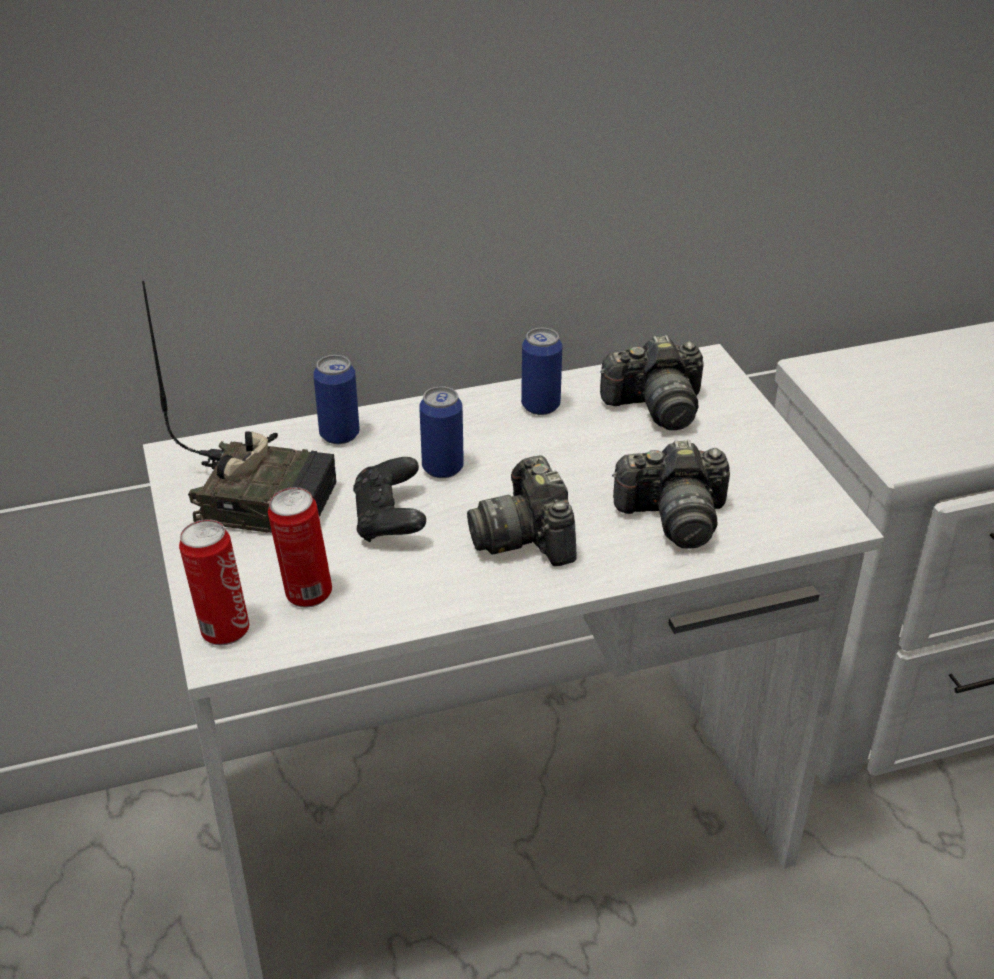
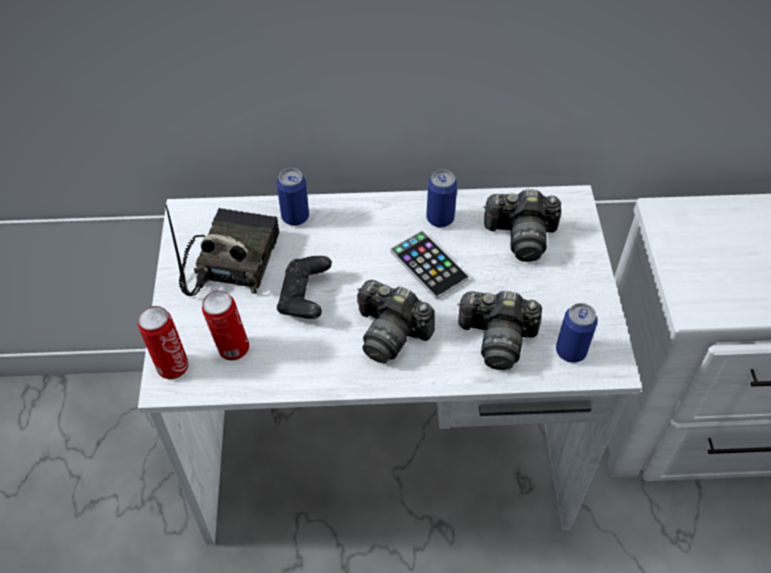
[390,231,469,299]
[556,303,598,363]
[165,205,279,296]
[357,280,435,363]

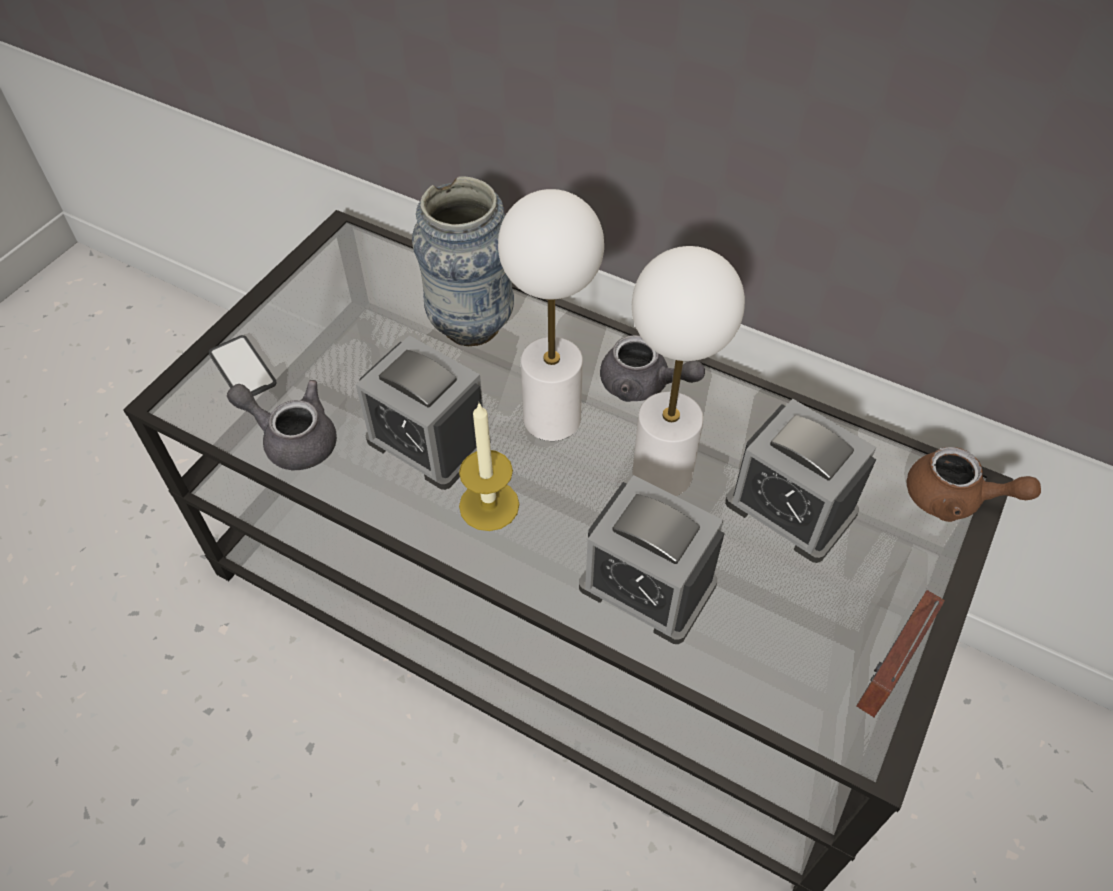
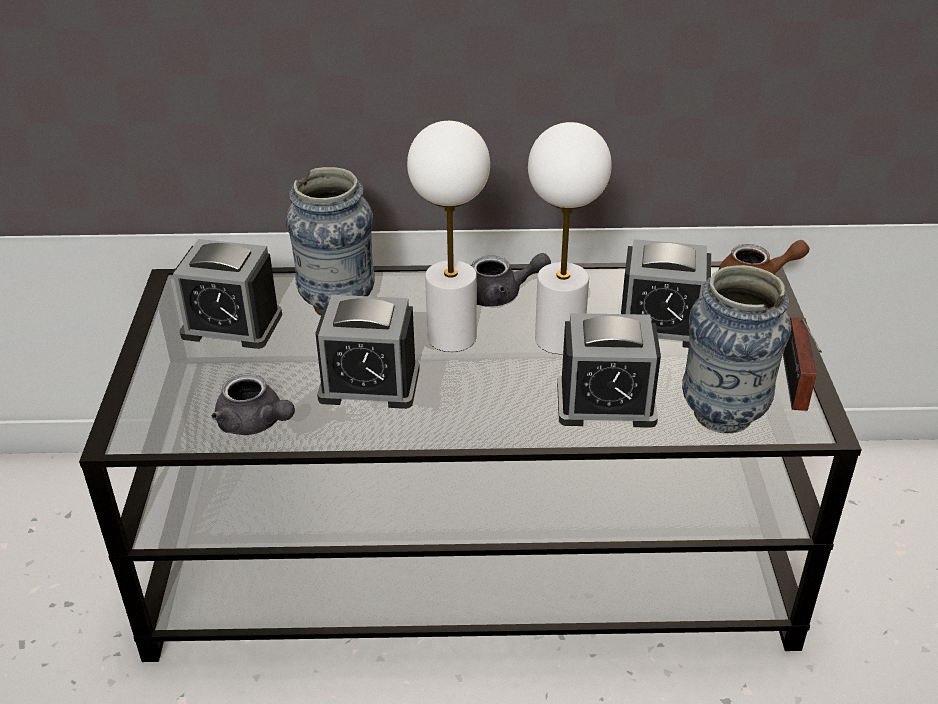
[209,335,277,396] (first image)
[459,403,519,531] (first image)
[173,239,282,349]
[682,265,791,433]
[212,374,295,435]

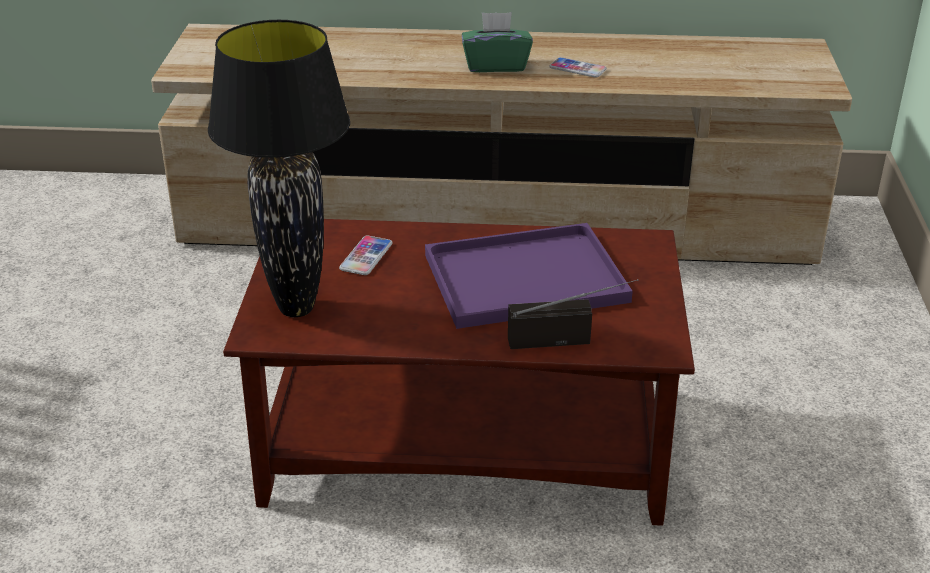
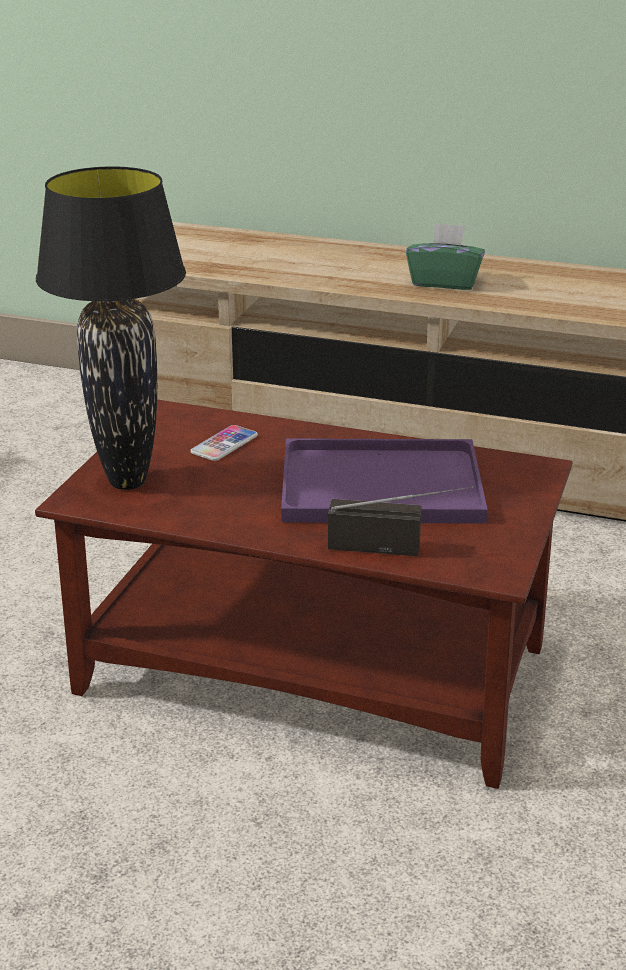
[549,57,607,78] (first image)

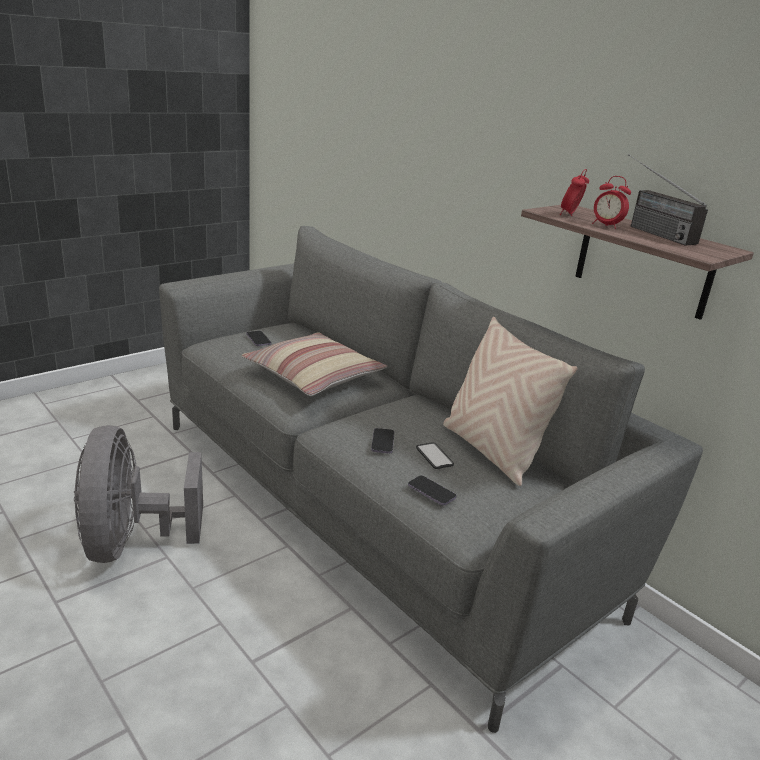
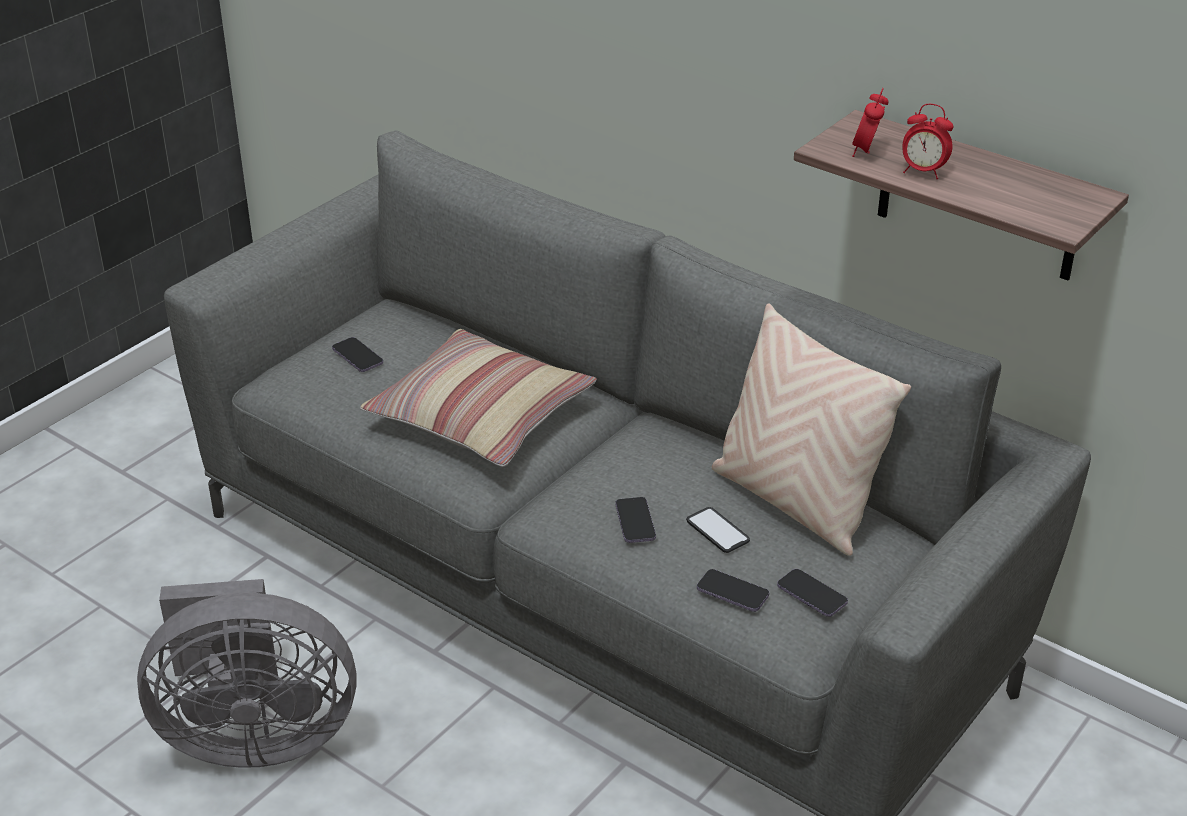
[628,154,708,246] (first image)
[777,569,848,617]
[137,579,356,768]

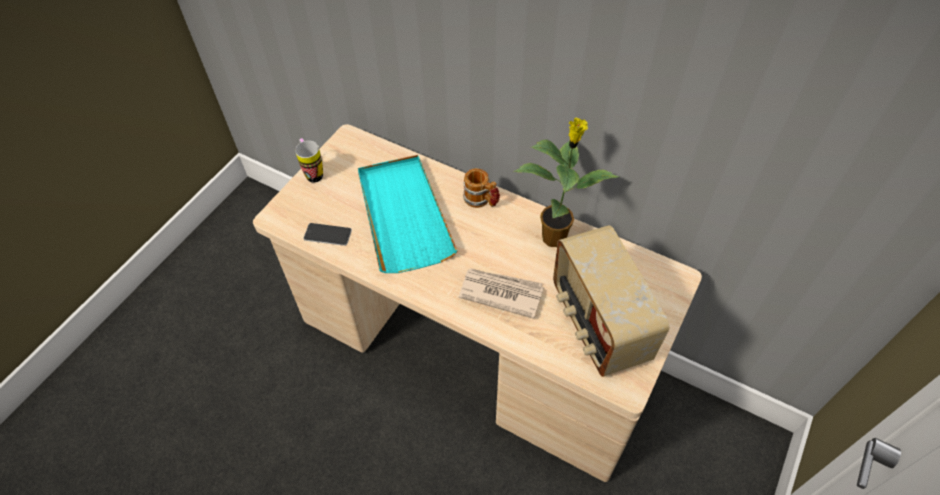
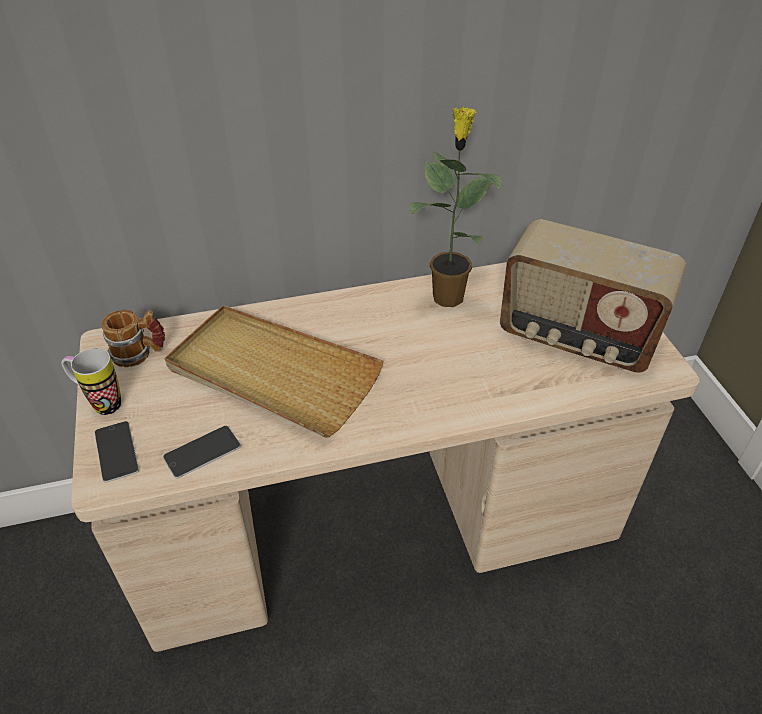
[459,268,544,319] (first image)
[95,421,139,483]
[101,310,165,367]
[165,305,383,438]

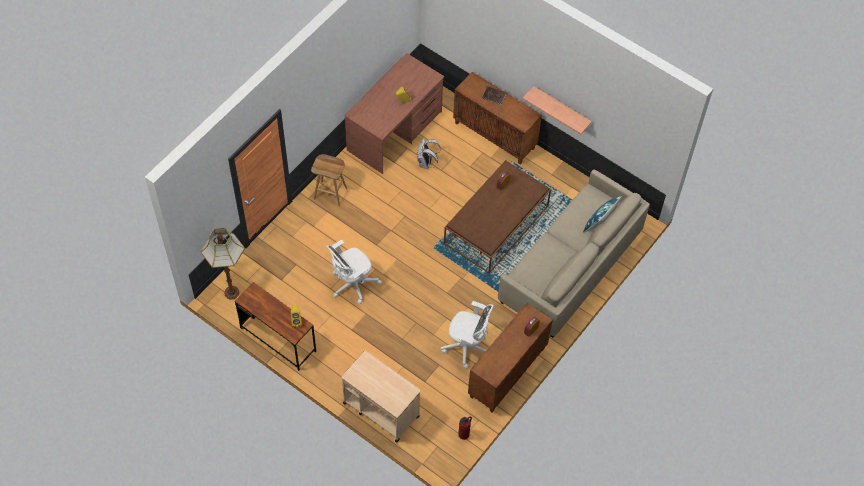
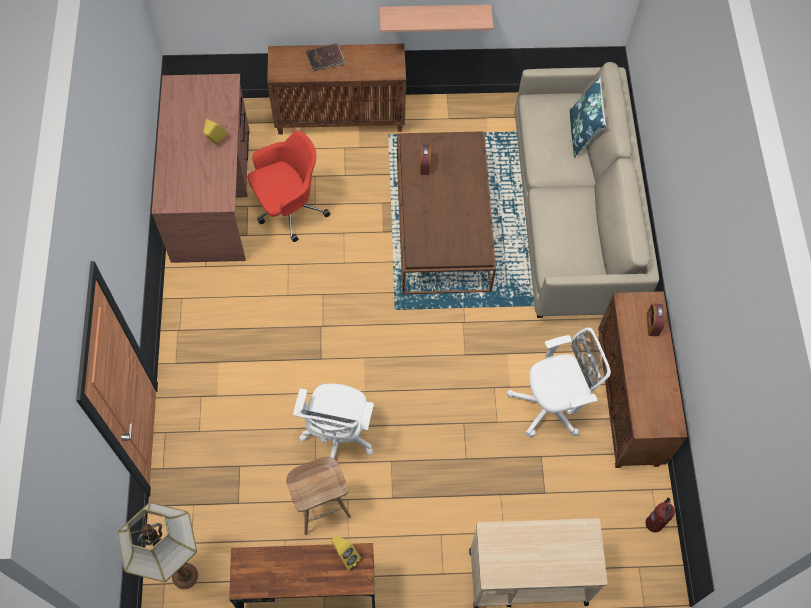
[286,457,351,535]
[248,131,330,242]

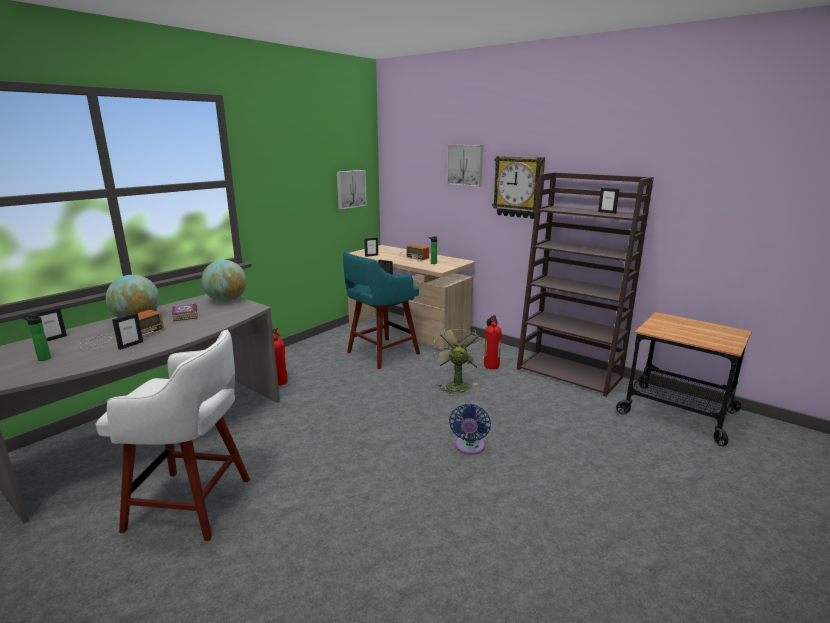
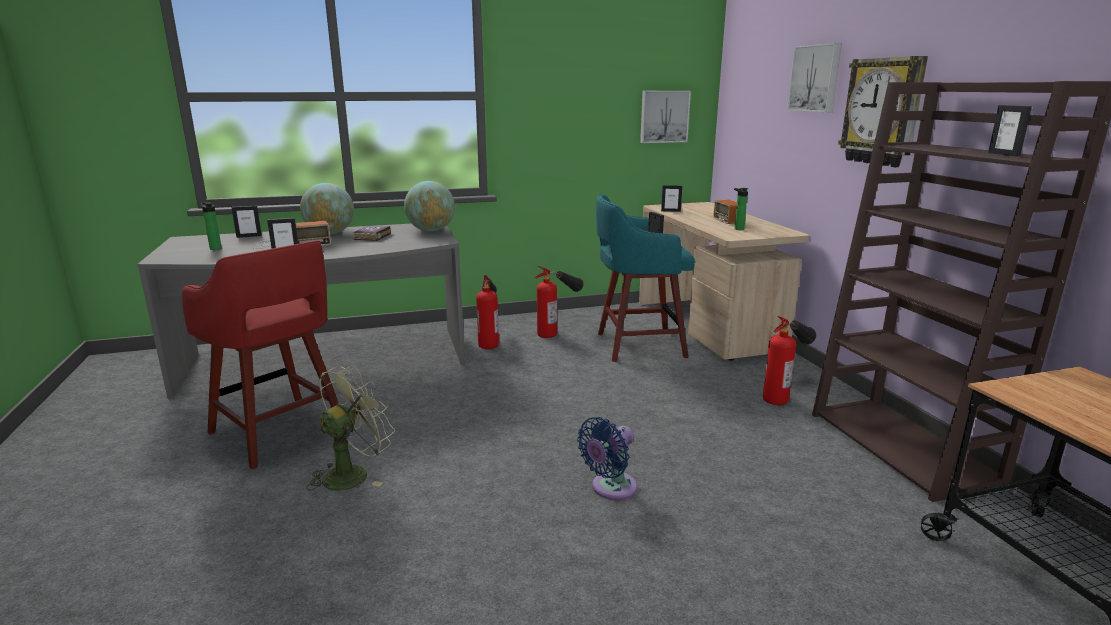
[535,266,583,338]
[306,365,395,491]
[182,241,339,469]

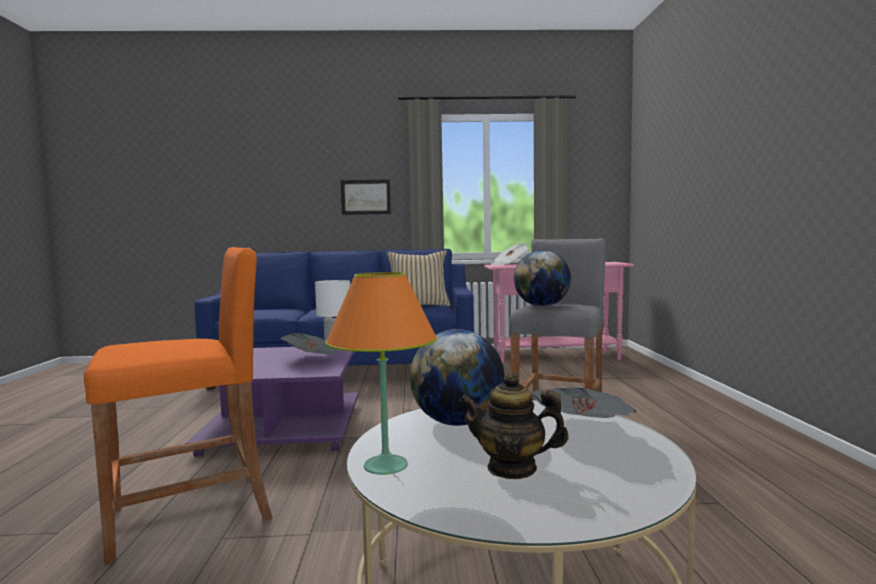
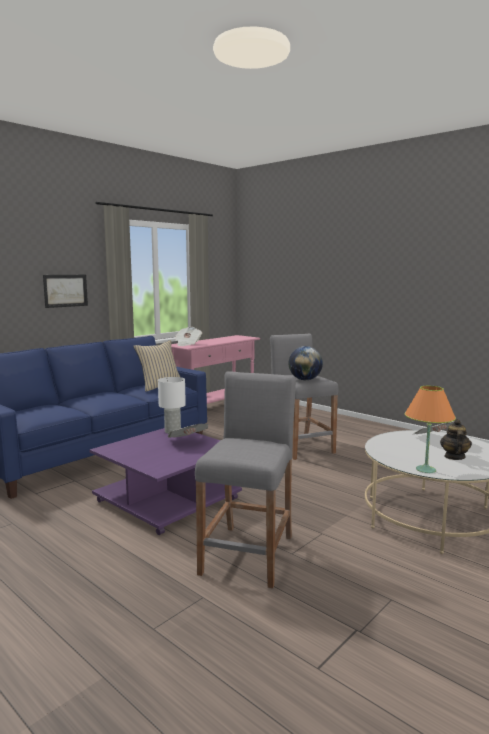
[410,329,505,426] (first image)
[195,371,296,588]
[440,419,472,460]

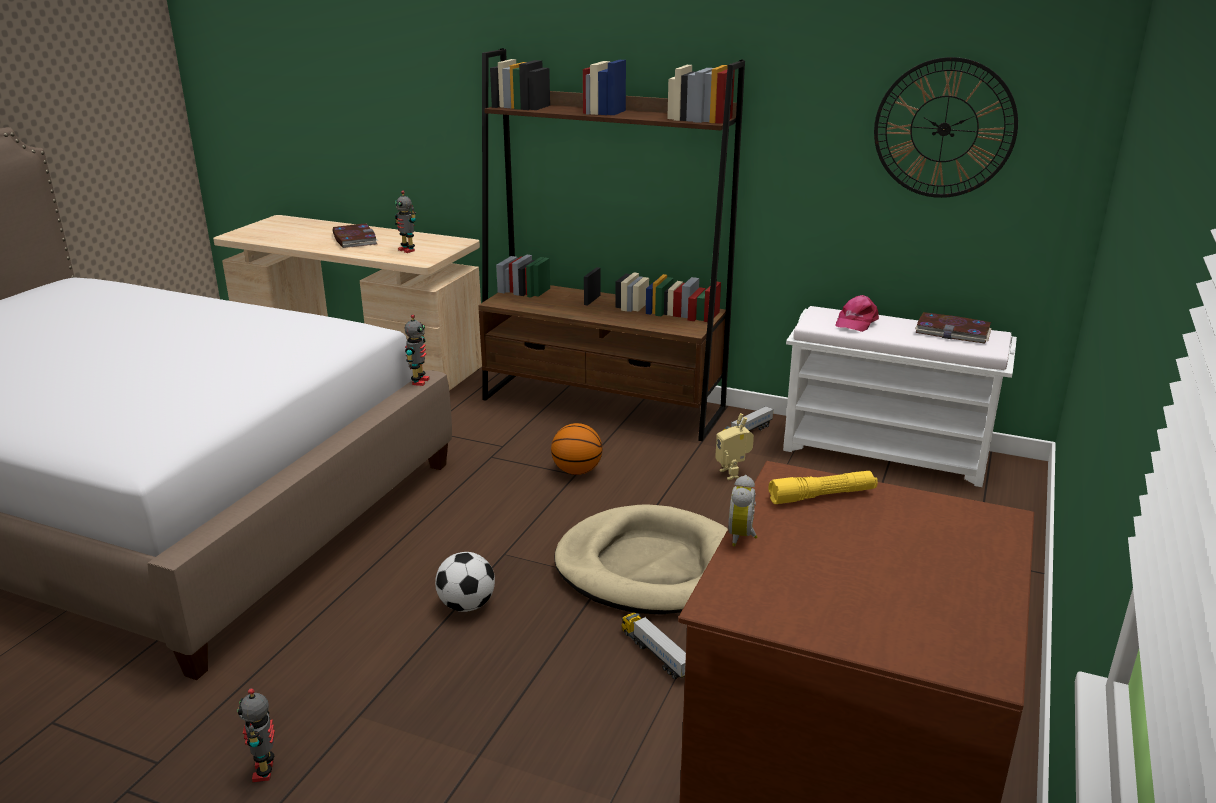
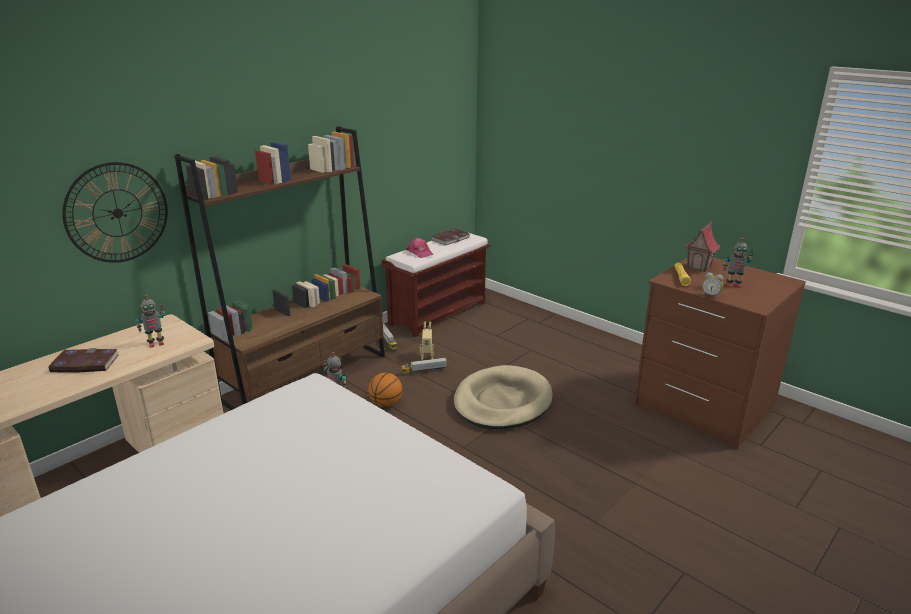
[435,552,495,612] (first image)
[684,221,720,272]
[723,238,753,288]
[401,358,447,376]
[62,162,168,263]
[382,233,491,337]

